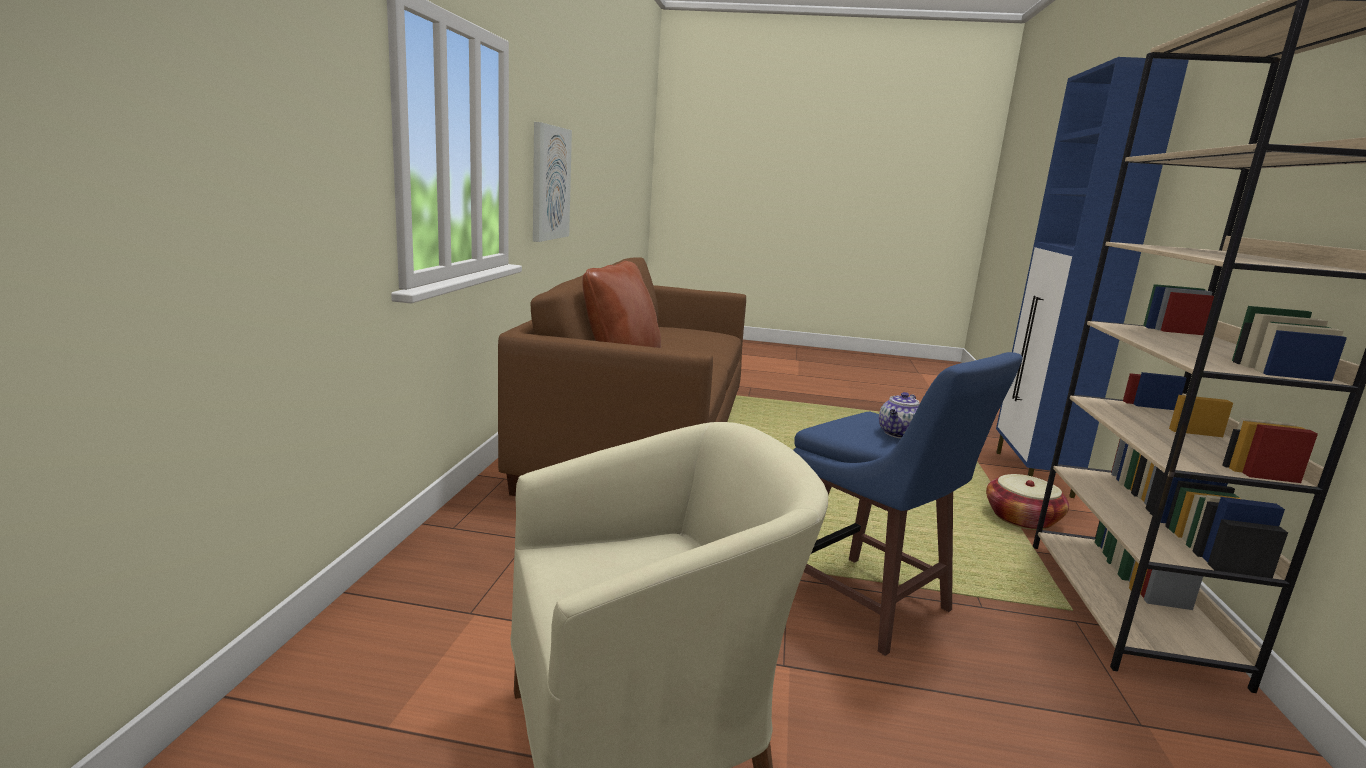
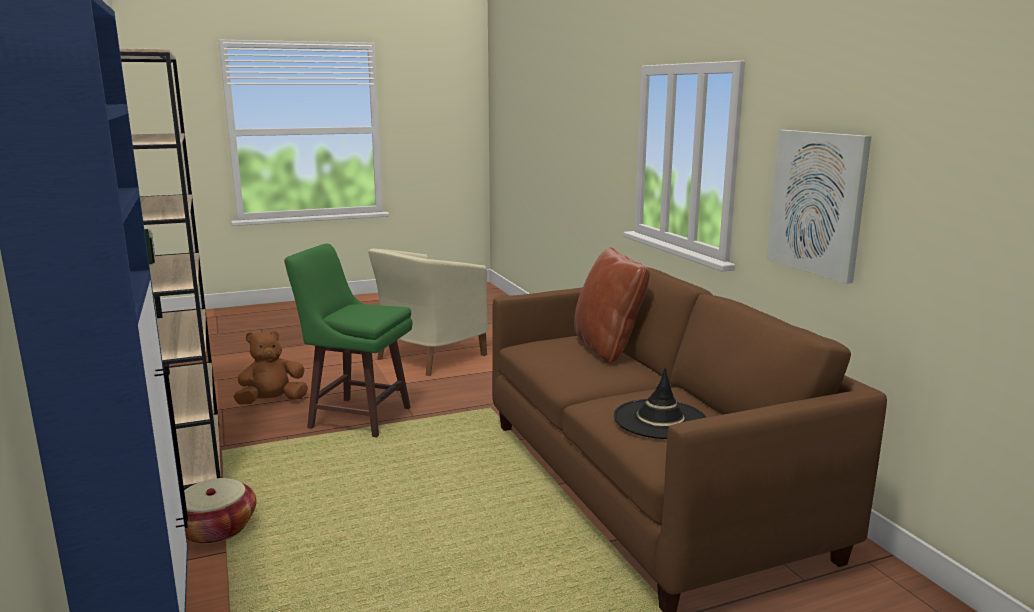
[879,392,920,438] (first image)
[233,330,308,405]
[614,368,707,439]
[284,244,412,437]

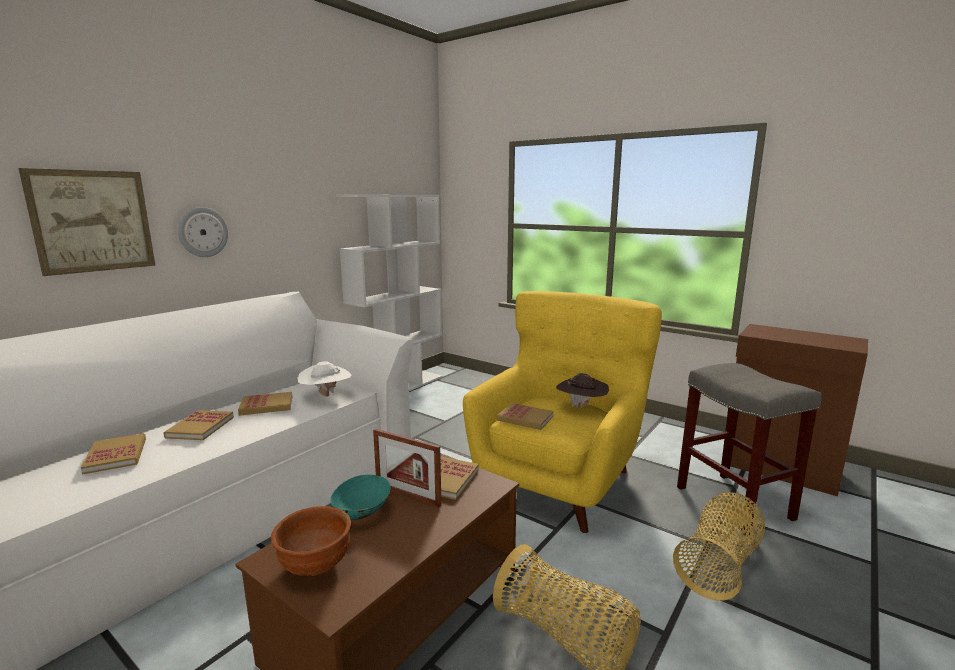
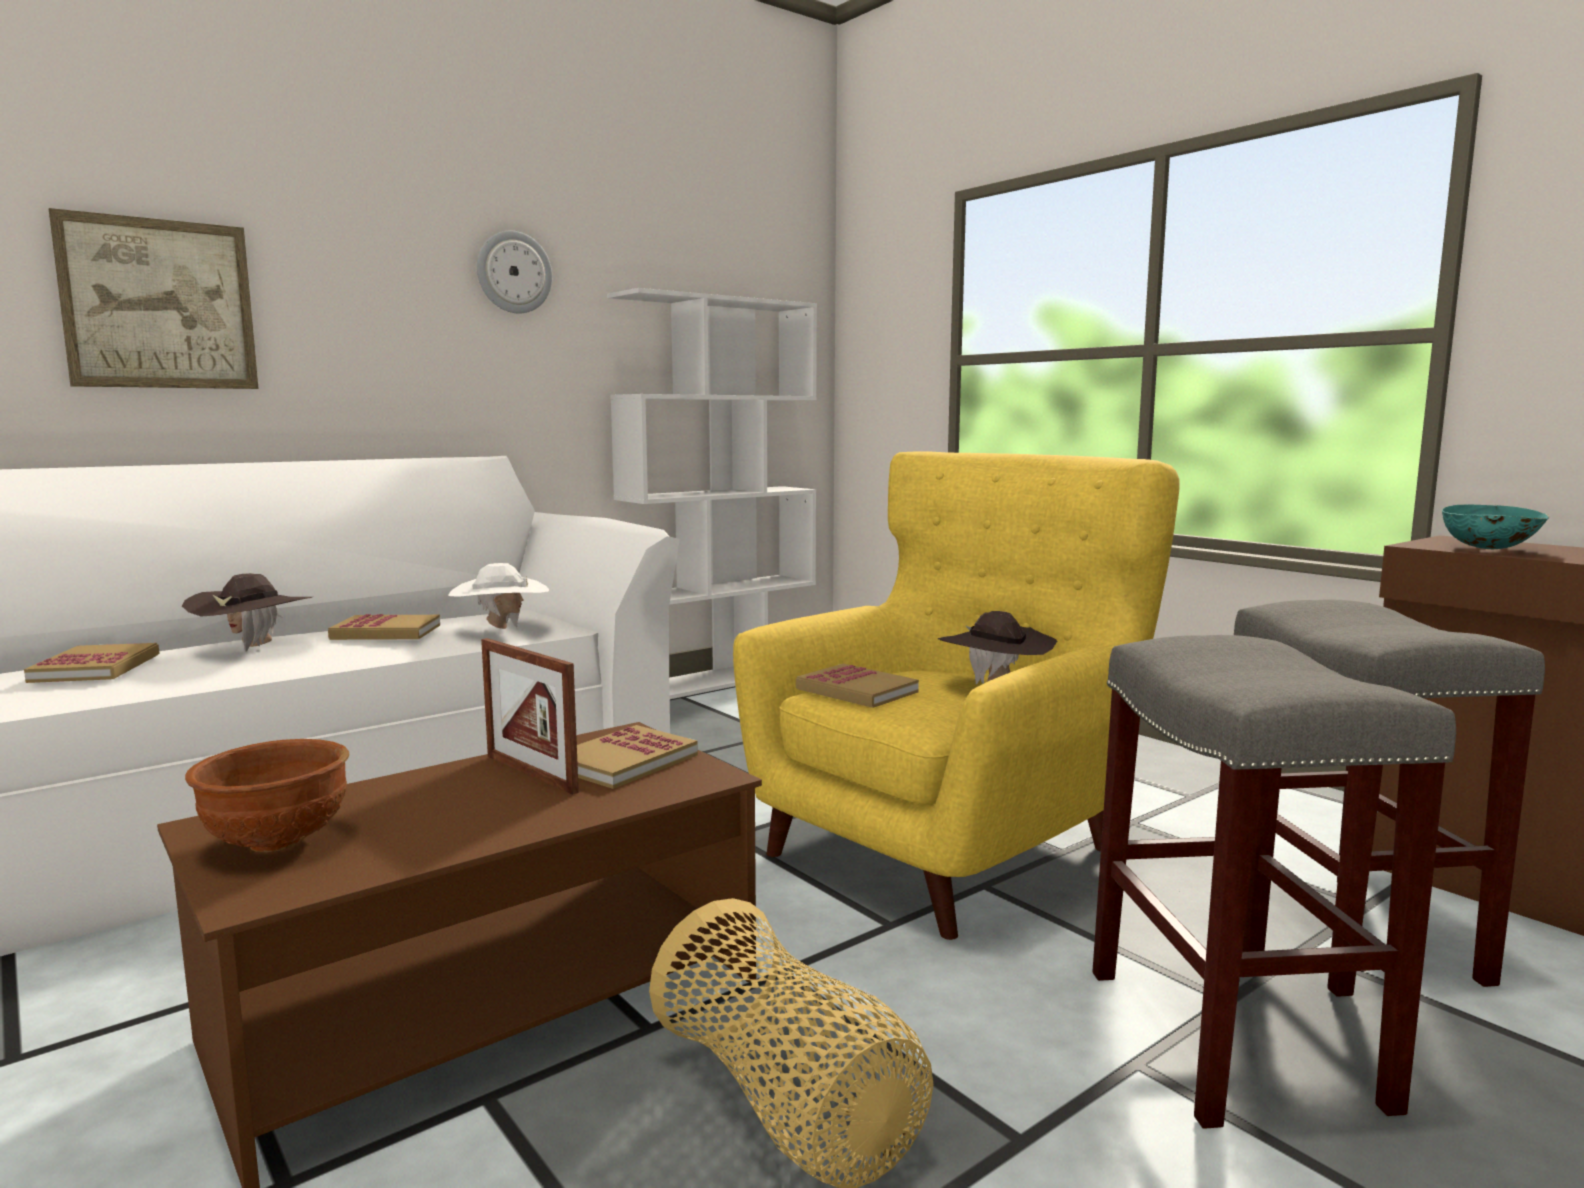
[477,231,552,314]
[1442,504,1549,549]
[182,573,312,652]
[1092,635,1456,1129]

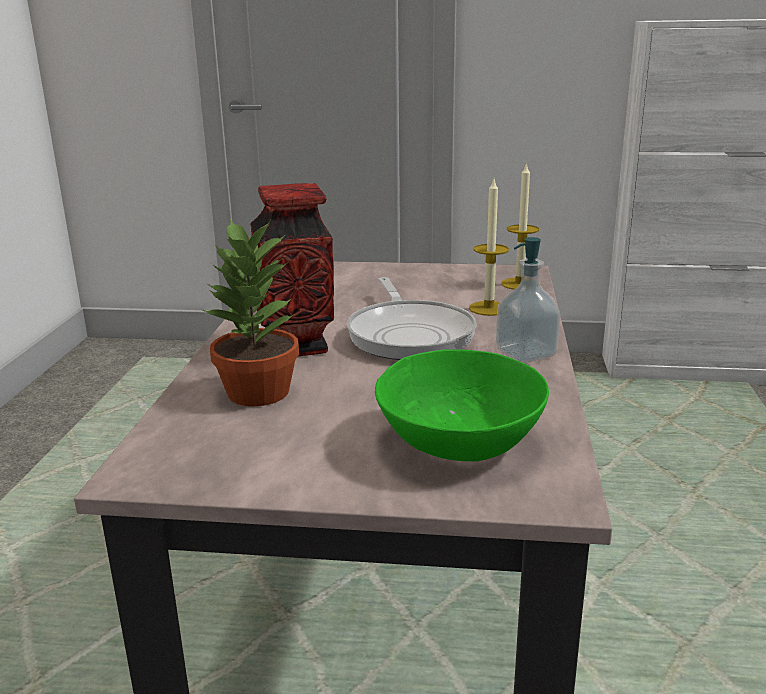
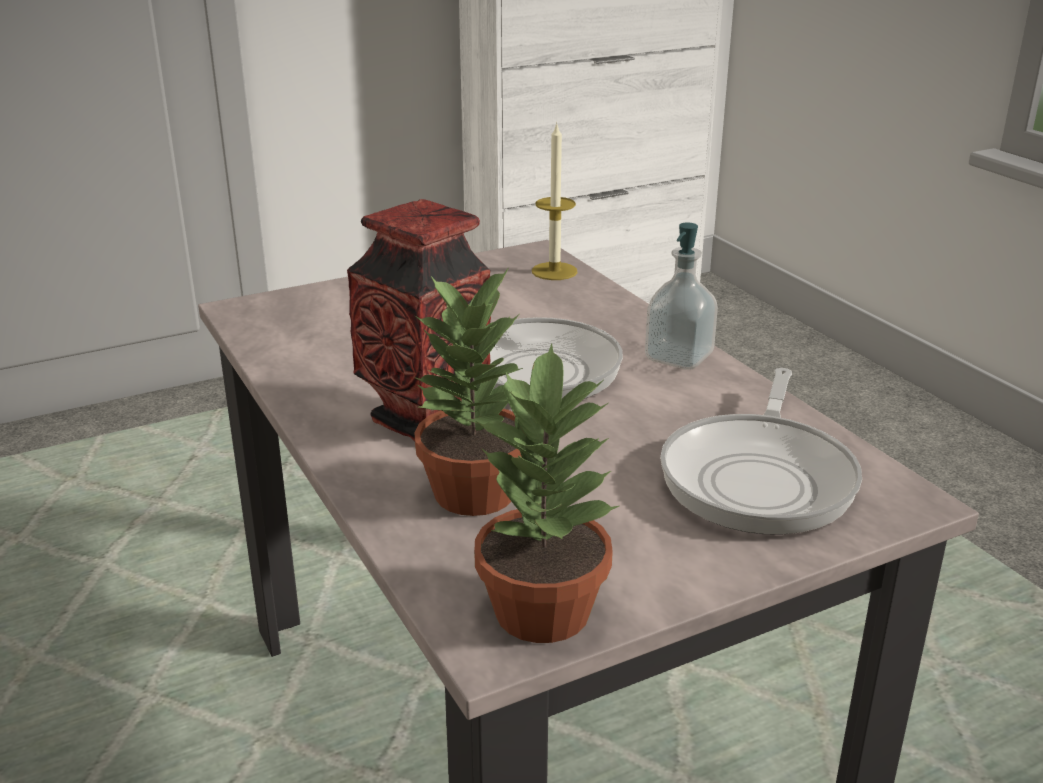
[469,179,509,316] (first image)
[474,344,619,643]
[660,368,862,535]

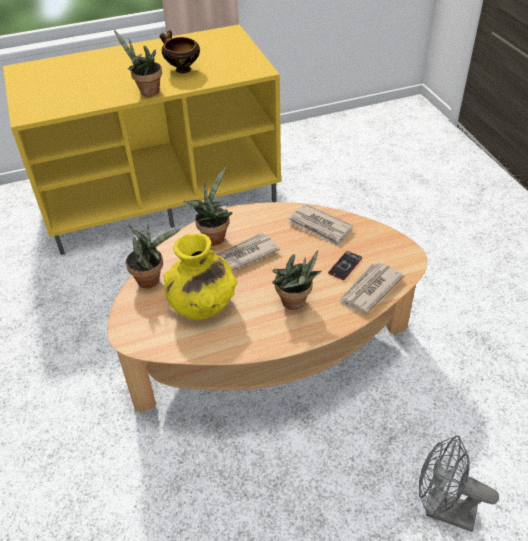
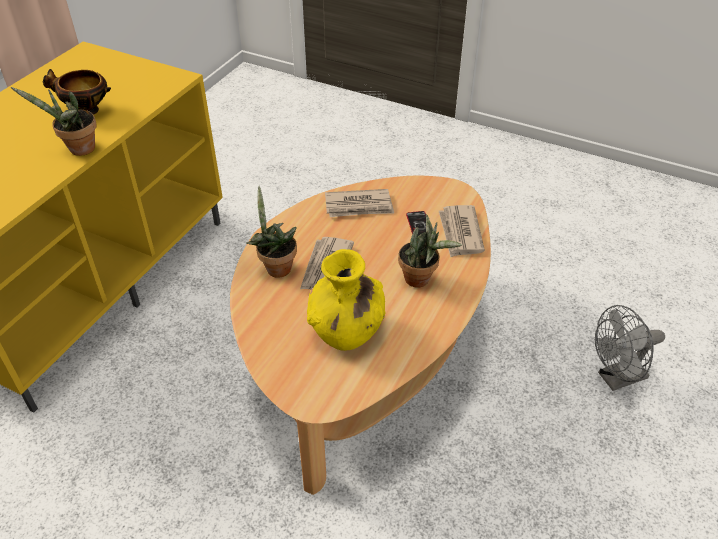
[126,225,182,288] (first image)

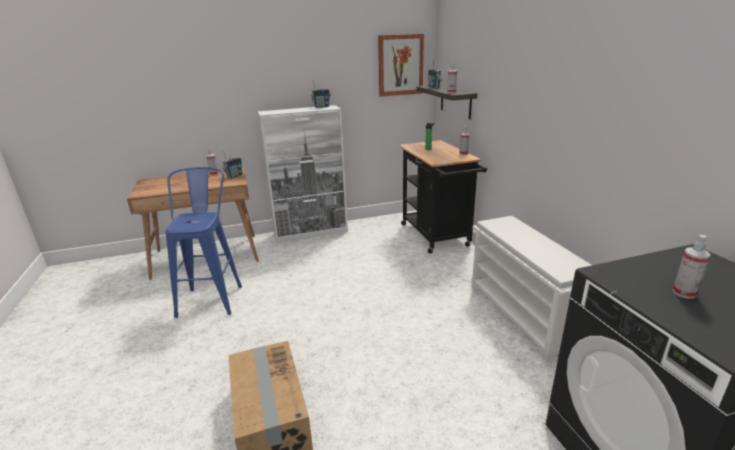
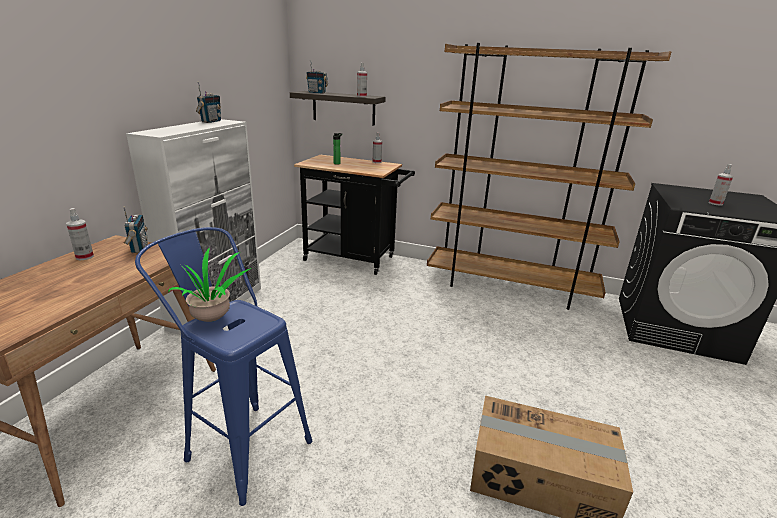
[378,34,424,97] (first image)
[168,247,251,322]
[427,43,672,310]

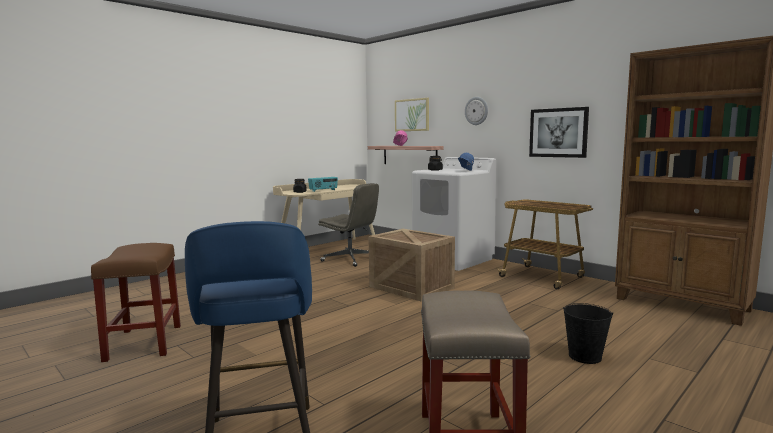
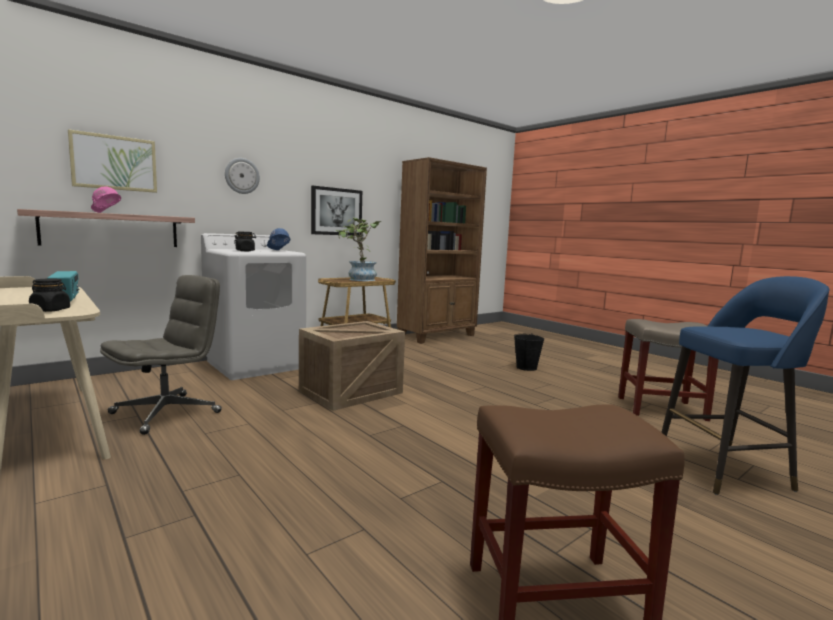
[335,218,381,281]

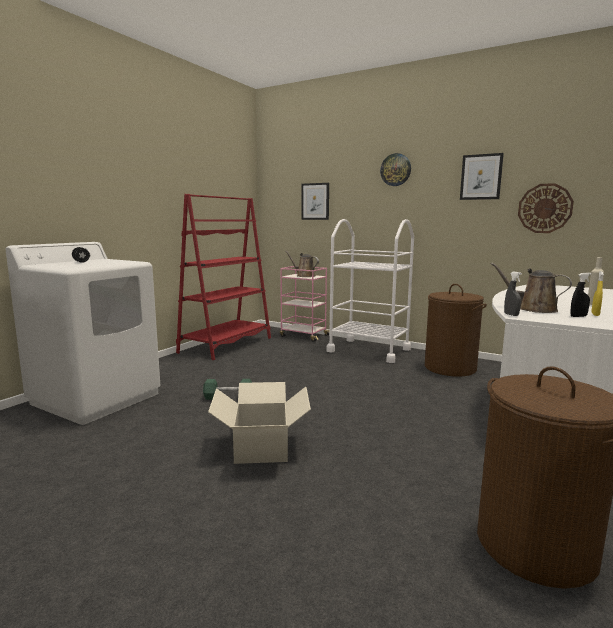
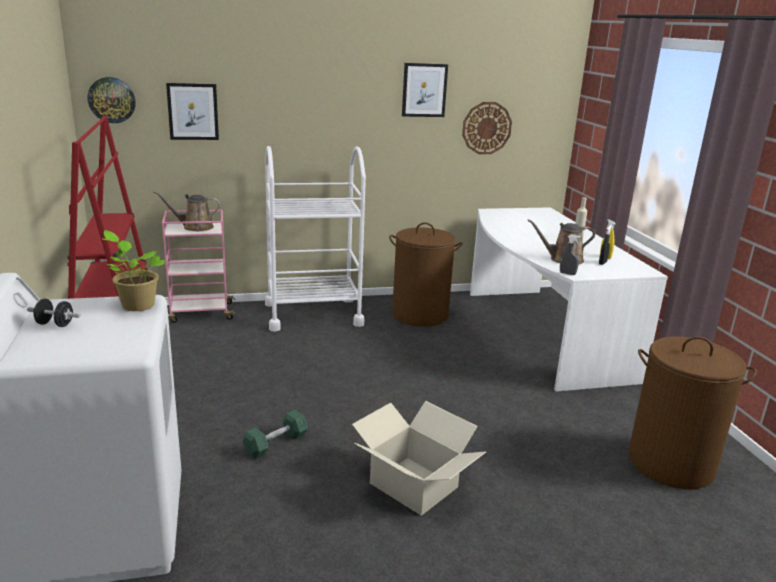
[101,230,167,311]
[88,77,136,123]

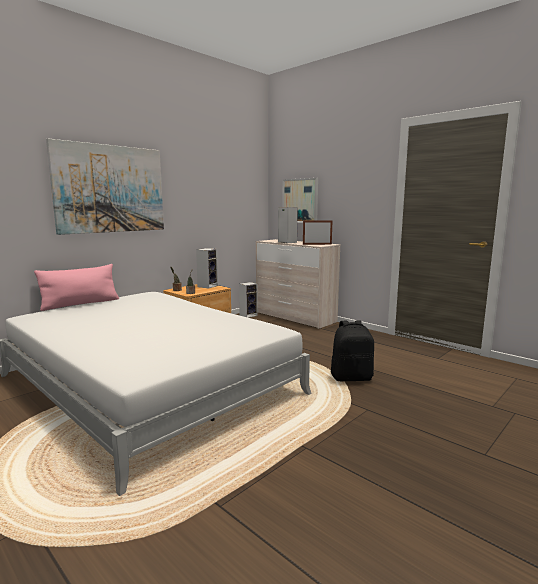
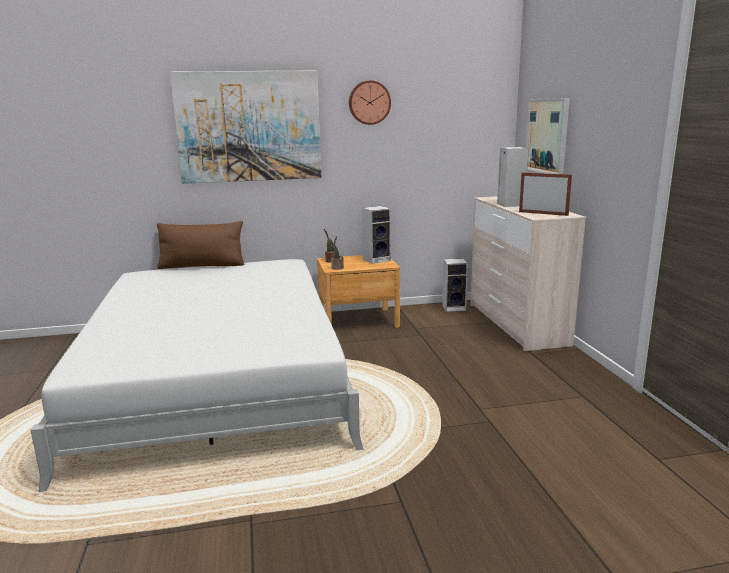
[331,320,374,381] (first image)
[349,80,391,125]
[157,221,244,269]

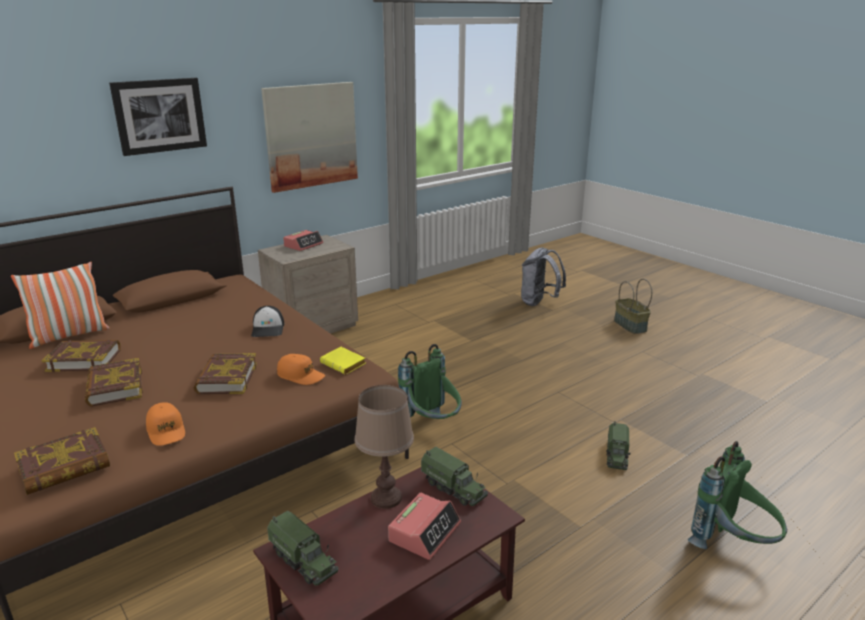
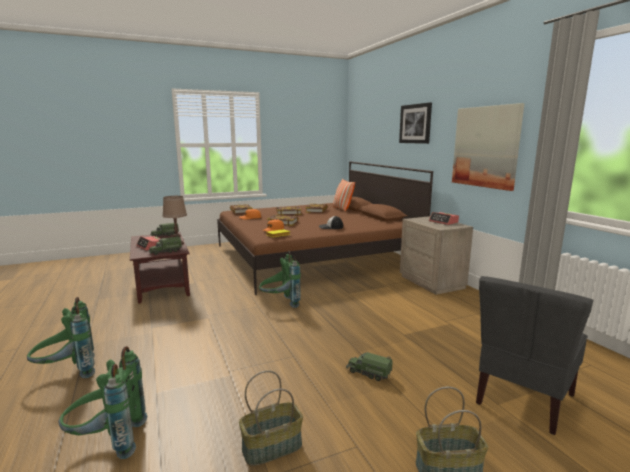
[58,346,147,459]
[239,370,303,466]
[346,352,393,381]
[476,276,593,435]

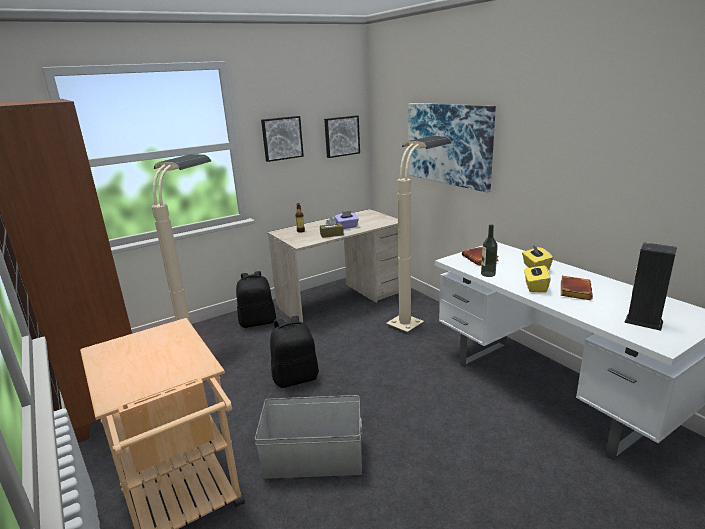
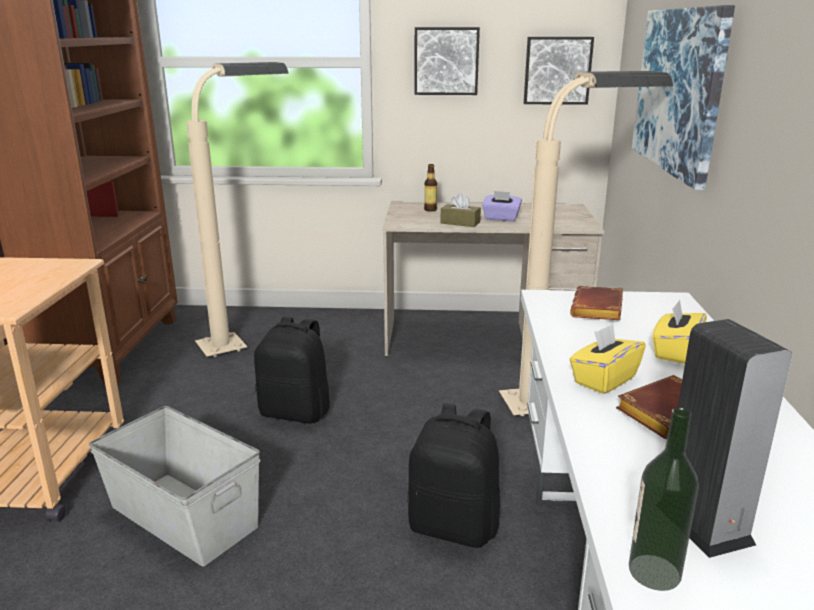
[407,403,500,548]
[629,408,699,591]

